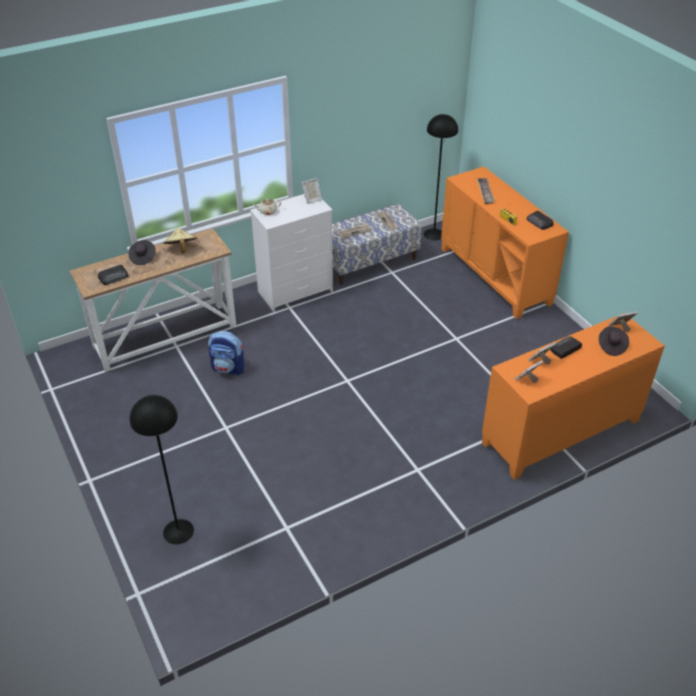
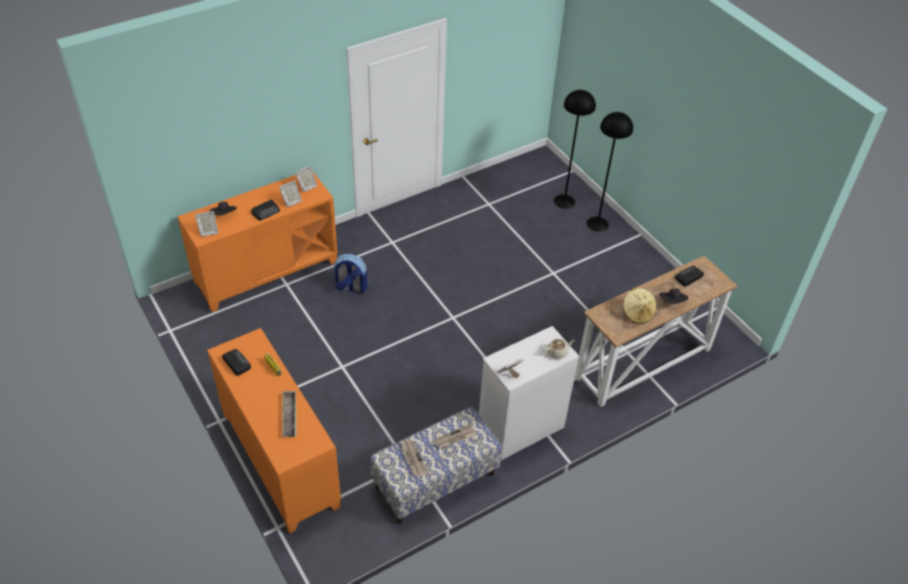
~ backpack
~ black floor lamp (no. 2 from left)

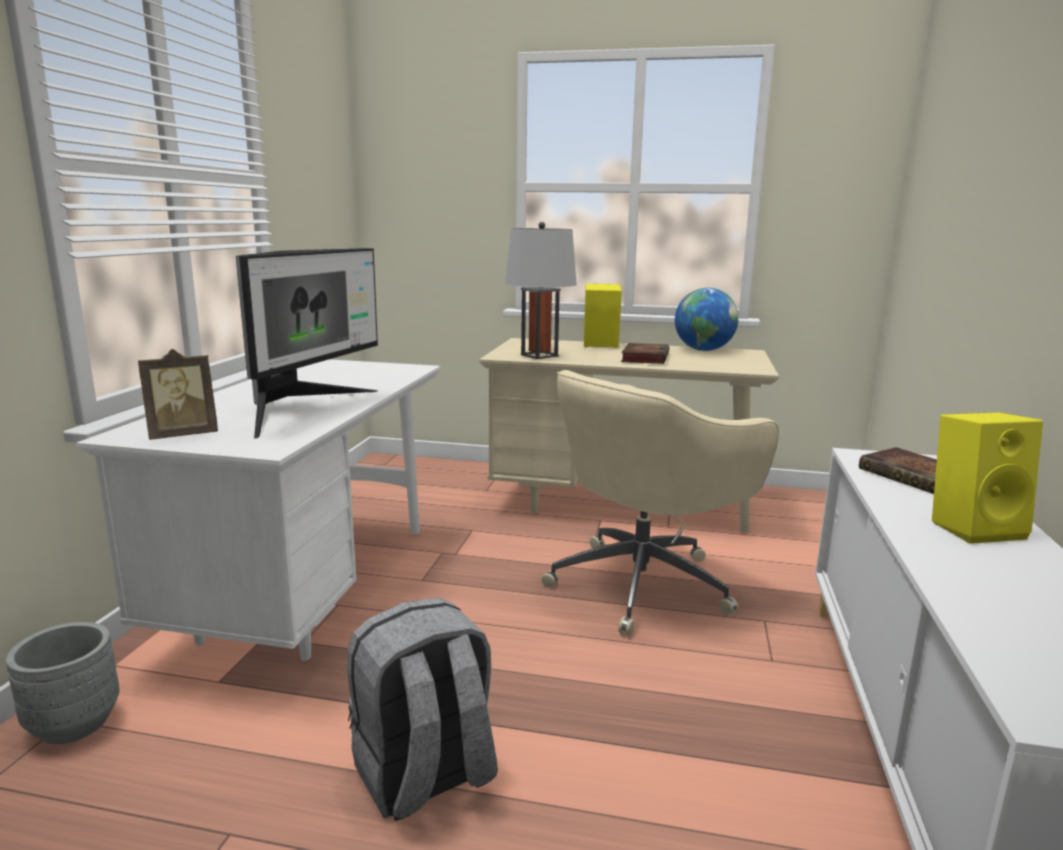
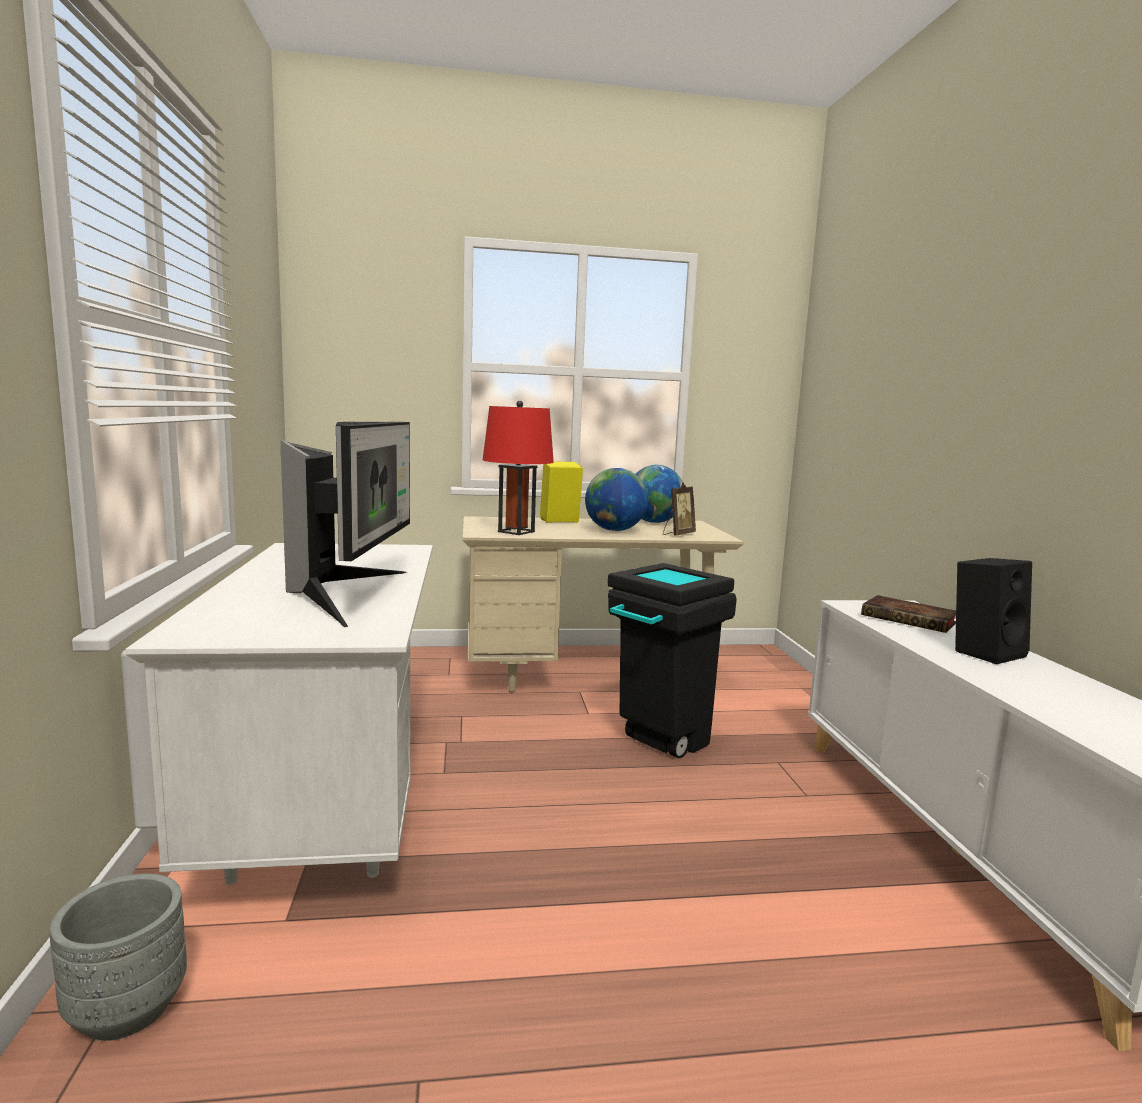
~ picture frame
- grey backpack
~ grey table lamp to red table lamp
~ beige office chair to black trash can
~ book (no. 1 from left) to globe (no. 1 from left)
~ yellow speaker (no. 2 from left) to black speaker

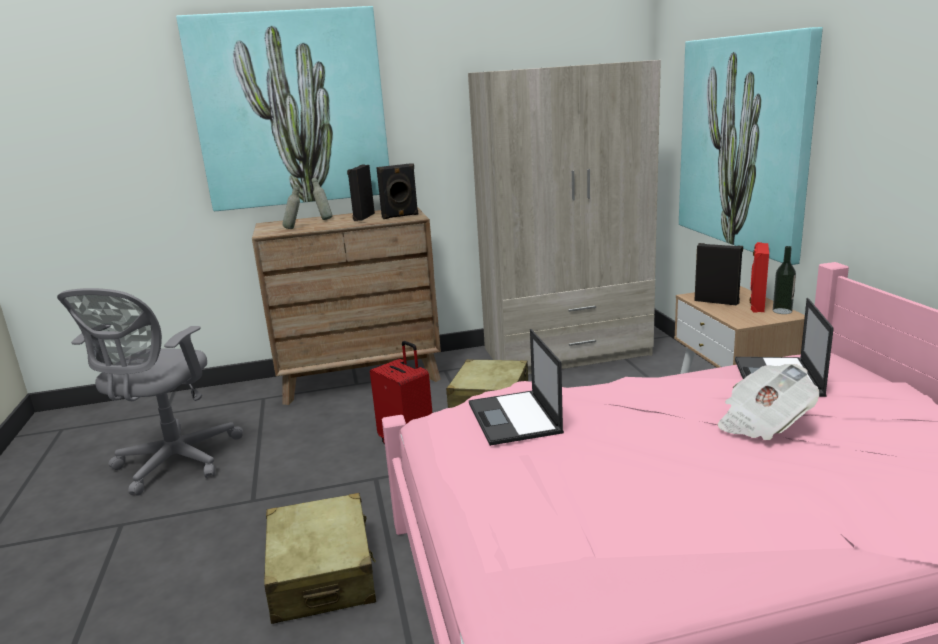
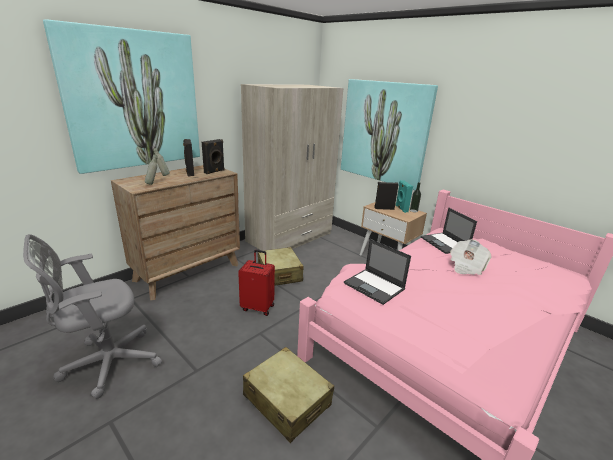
~ grey office chair 75 degrees clockwise
~ red speaker to turquoise speaker

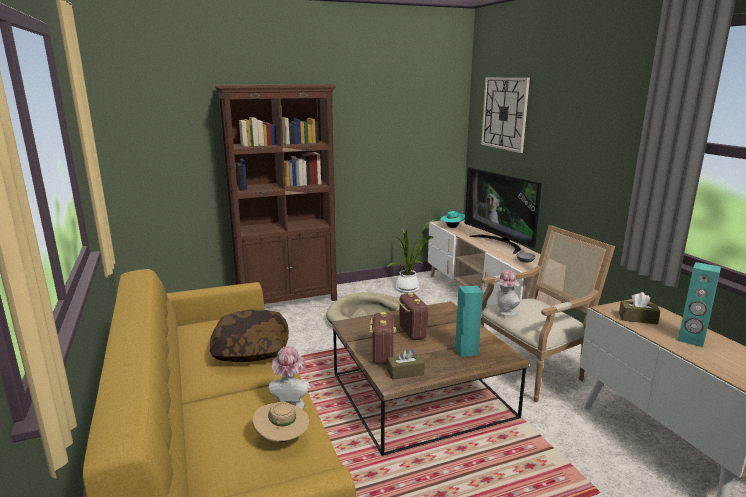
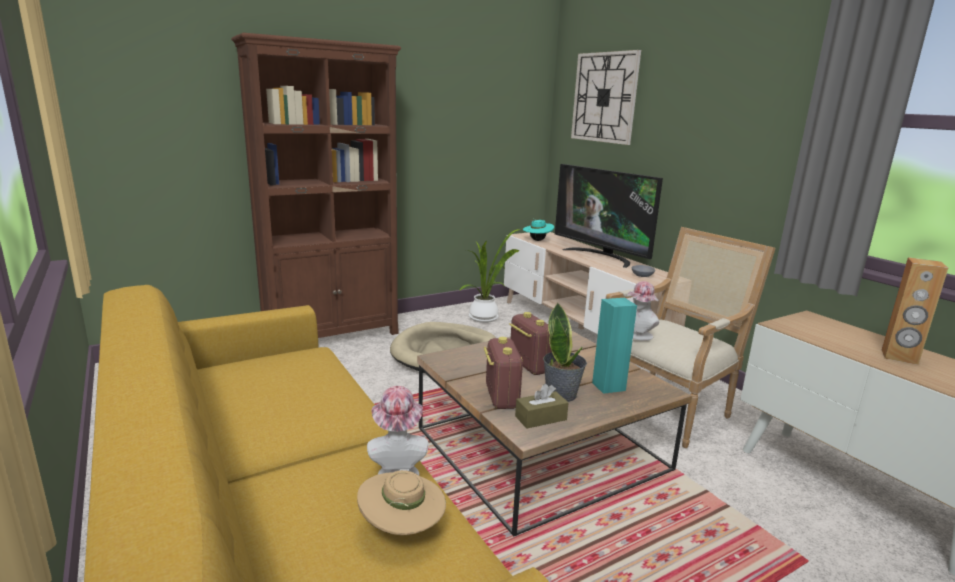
- pillow
- brown tissue box (no. 2 from left)
~ turquoise speaker (no. 2 from left) to brown speaker
+ potted plant (no. 2 from left)

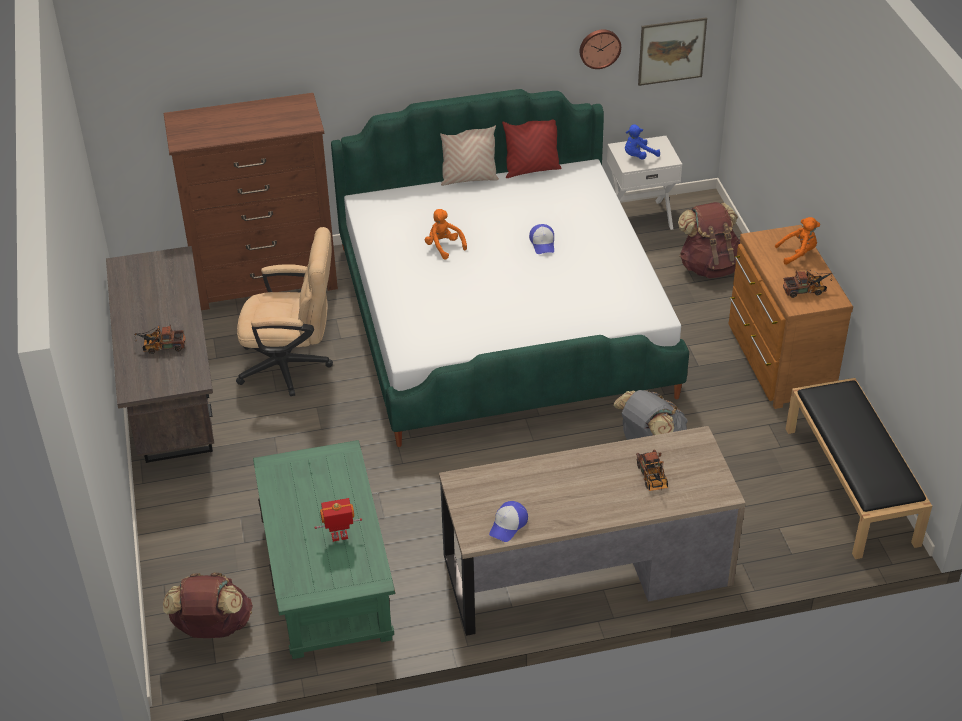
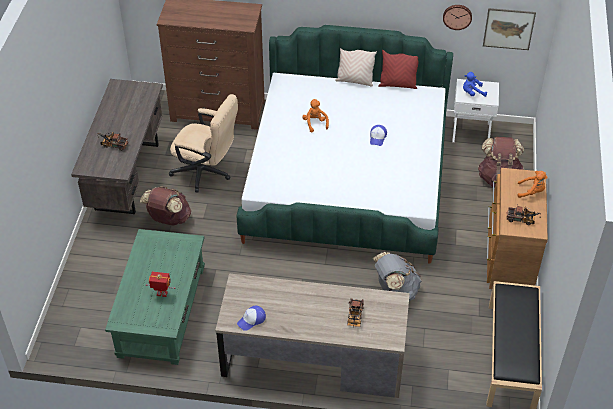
~ brown backpack (no. 1 from left)

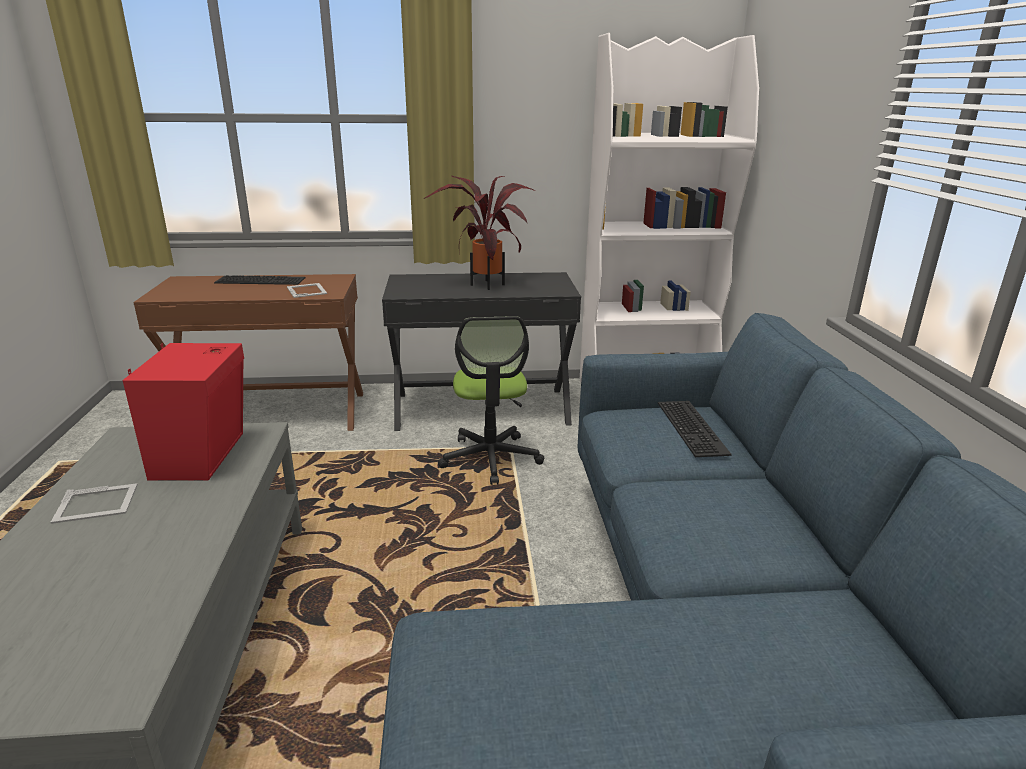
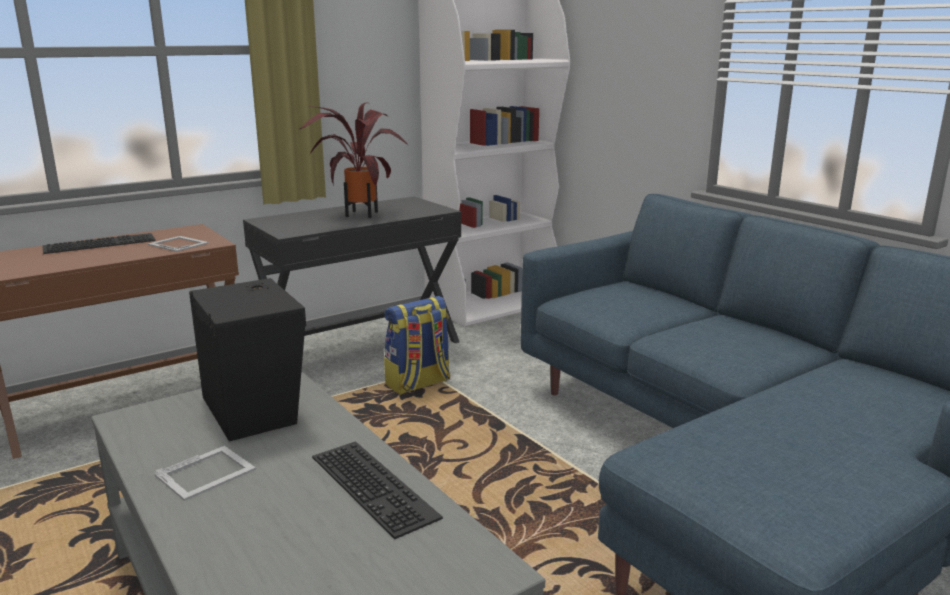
~ red speaker to black speaker
~ office chair to backpack
~ keyboard (no. 2 from left)

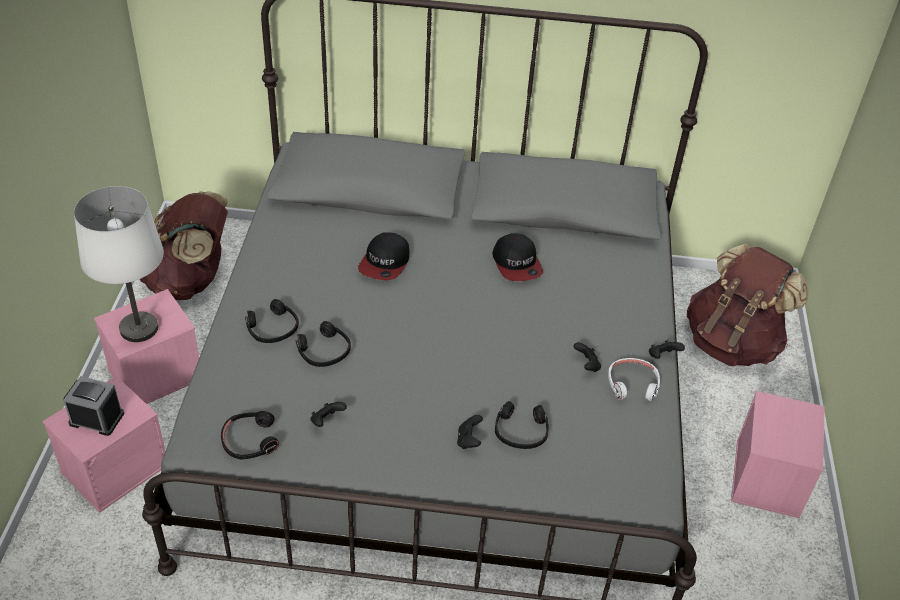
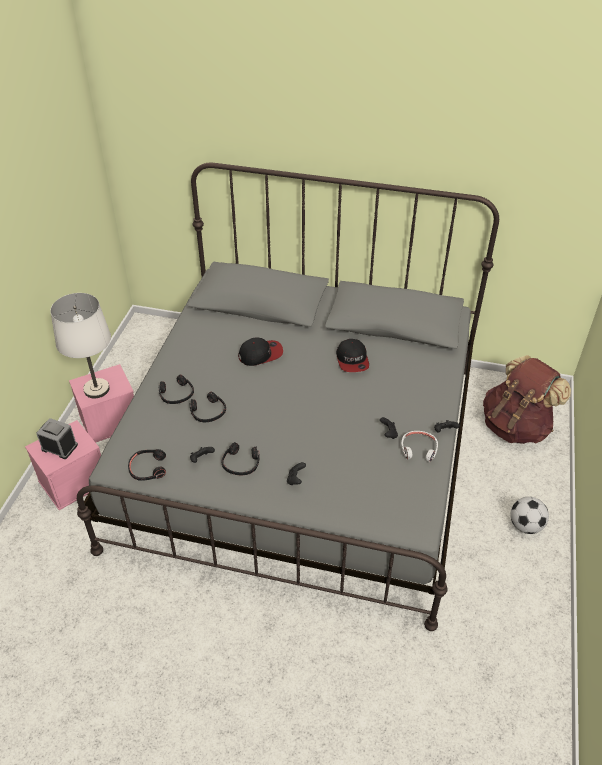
- brown backpack (no. 1 from left)
~ cap (no. 1 from left) 135 degrees counterclockwise
~ black headphones (no. 4 from left)
~ pink storage box (no. 3 from left) to football

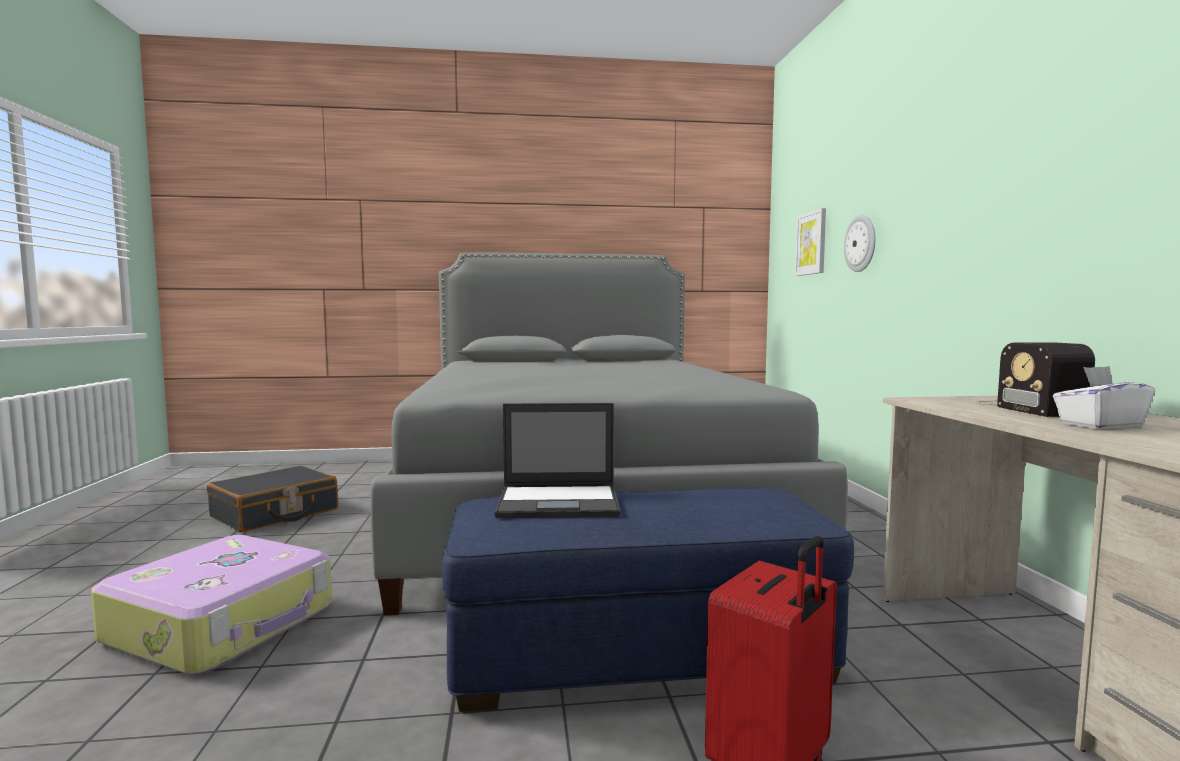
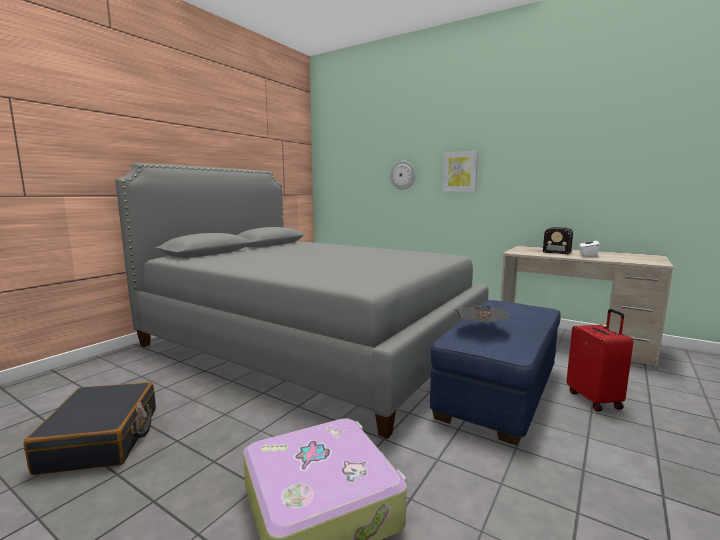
~ laptop to newspaper
~ picture

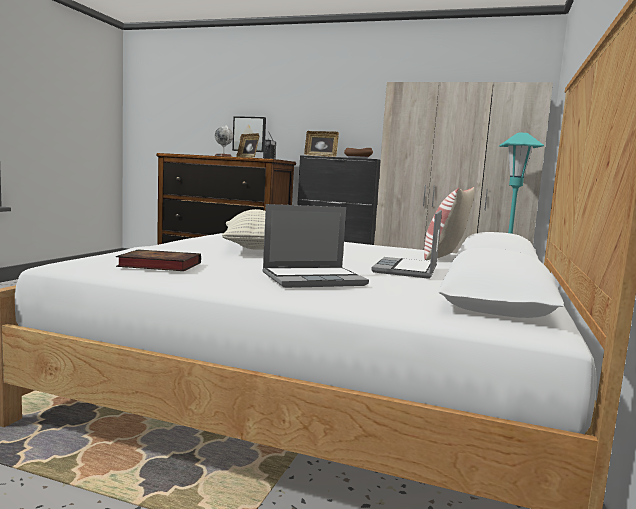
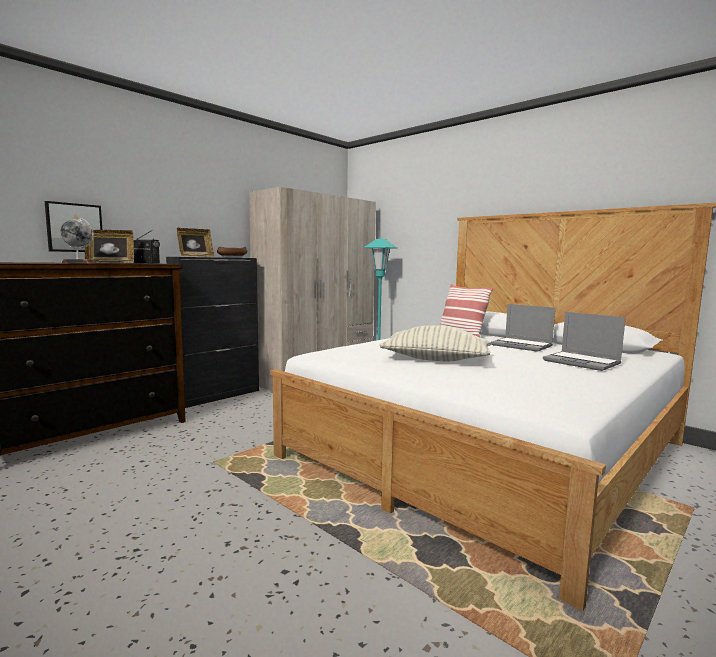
- book
~ laptop (no. 1 from left in the first image) 135 degrees clockwise

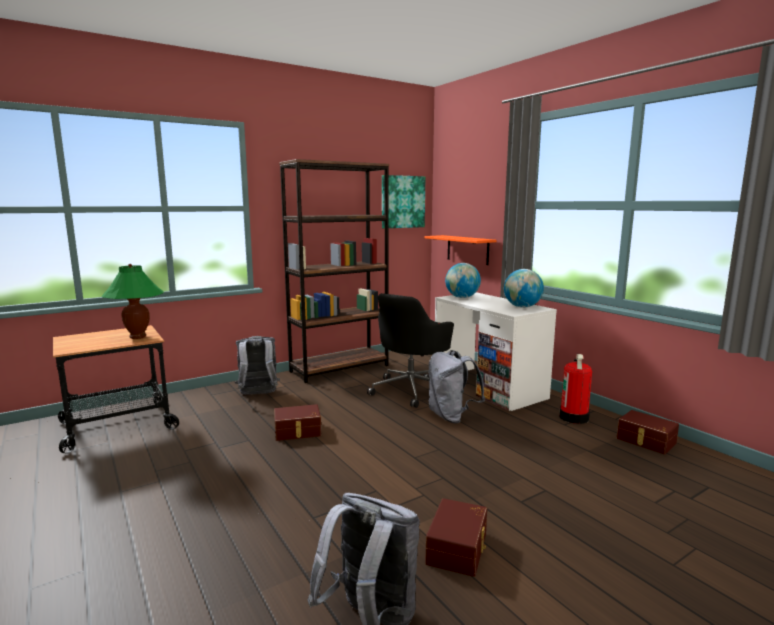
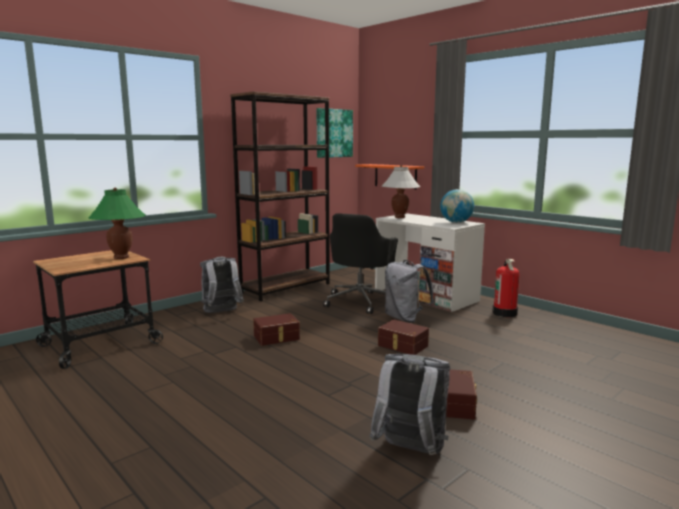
~ globe (no. 1 from left) to white table lamp
~ brown storage box (no. 3 from left in the first image) to brown storage box (no. 2 from left)

